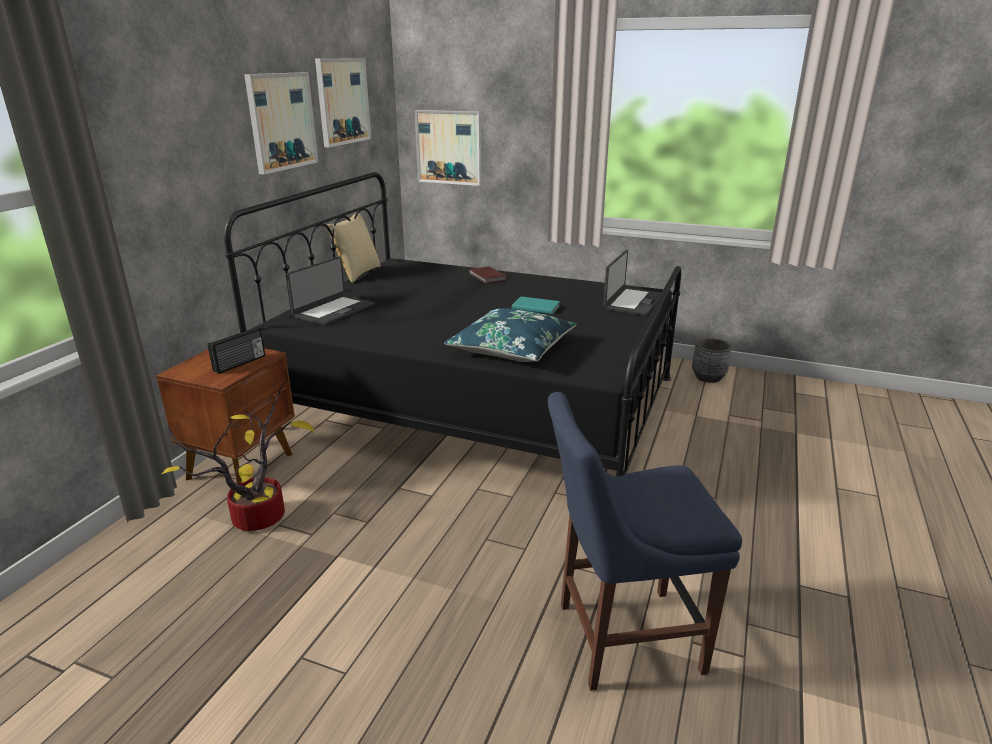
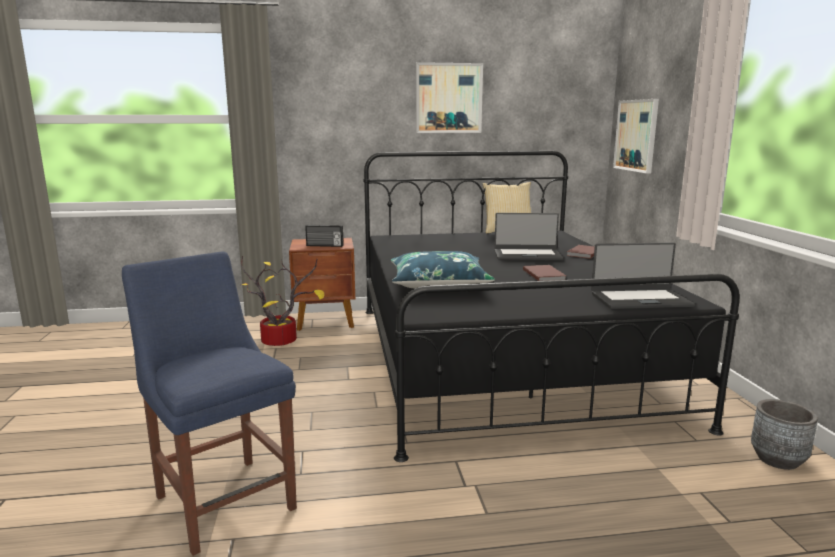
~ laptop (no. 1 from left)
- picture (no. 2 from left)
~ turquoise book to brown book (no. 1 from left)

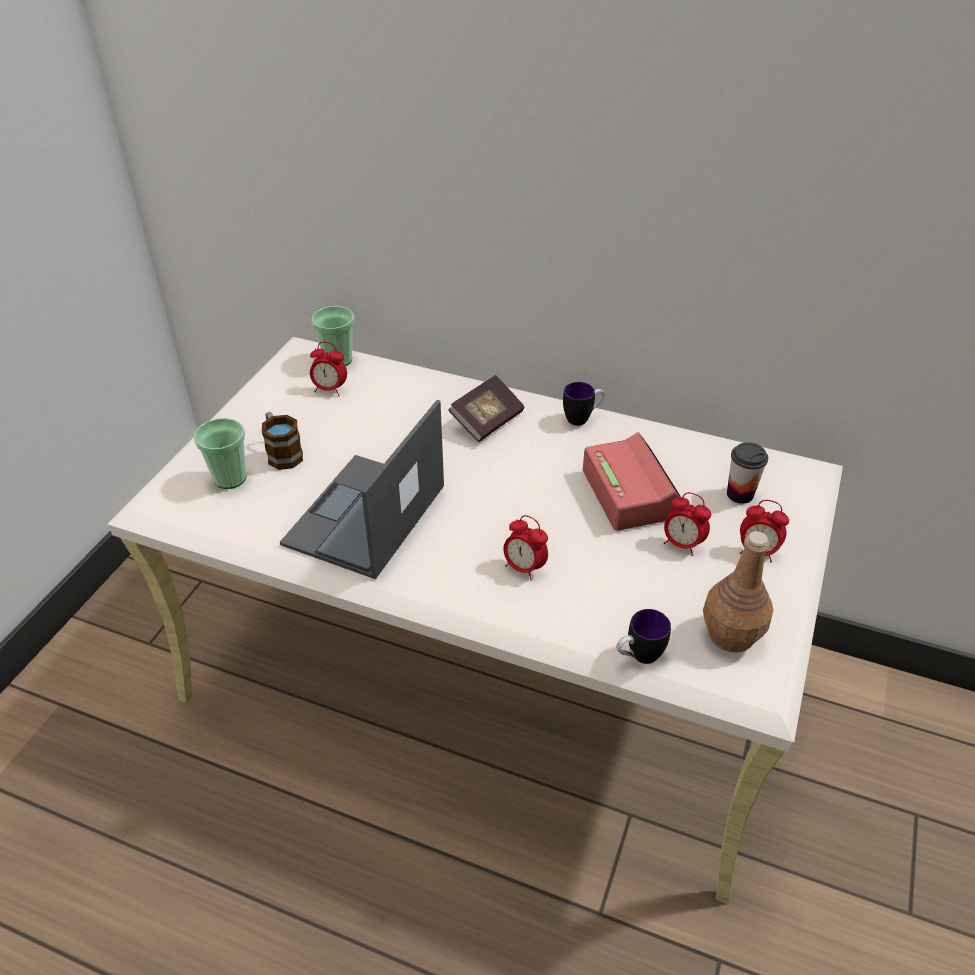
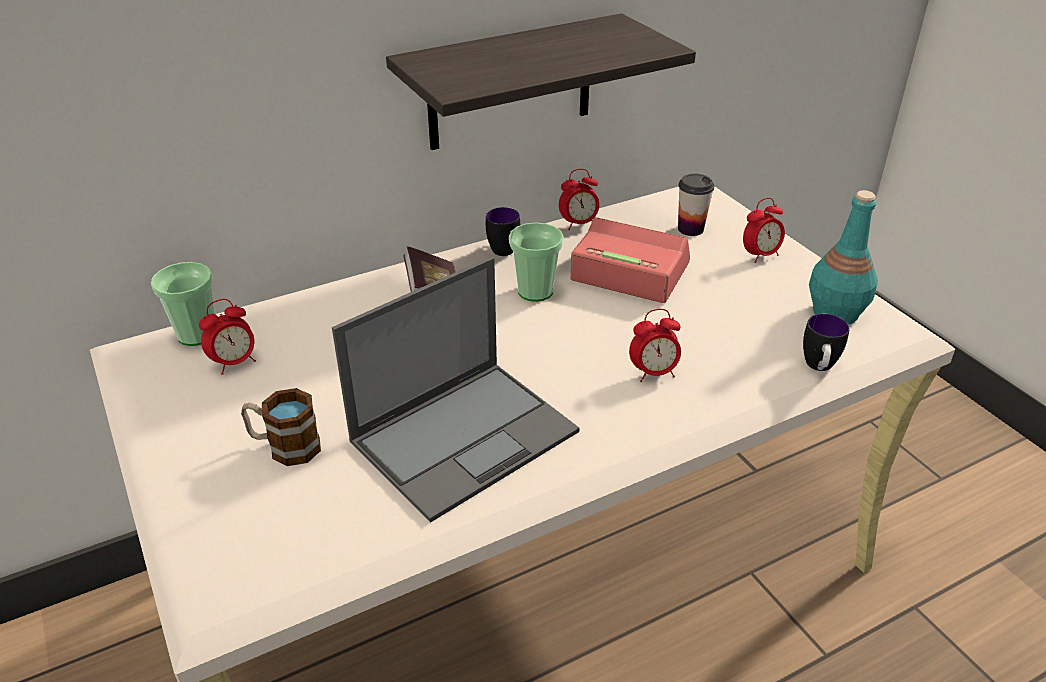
~ cup (no. 1 from left in the first image) to cup (no. 2 from left)
~ laptop 105 degrees counterclockwise
~ alarm clock (no. 4 from left in the first image) to alarm clock (no. 2 from left)
~ brown bottle to turquoise bottle
+ shelf

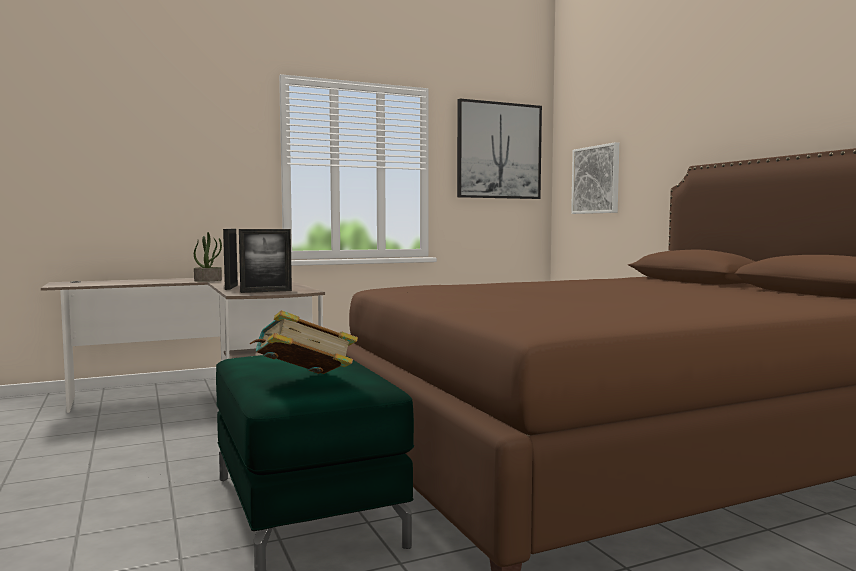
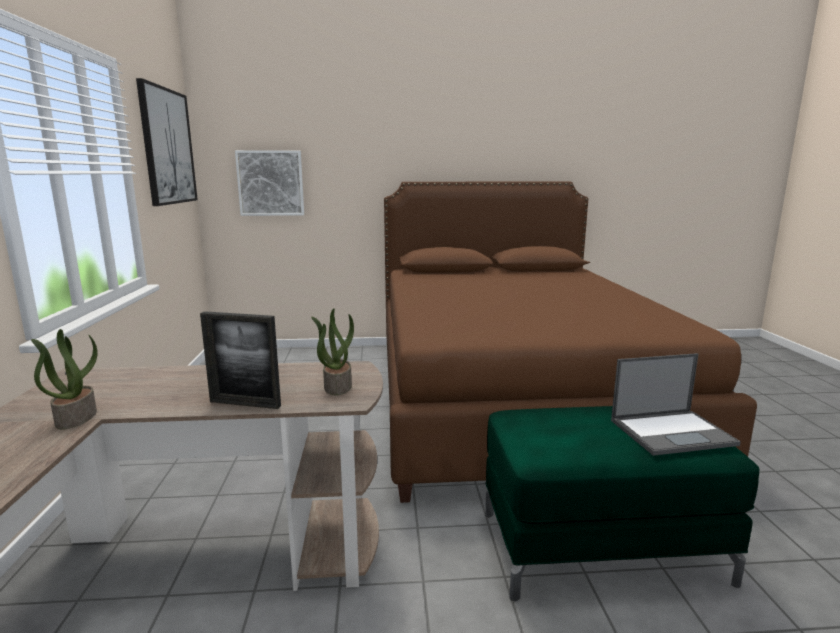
~ picture frame (no. 2 from left) to potted plant (no. 2 from left)
~ book to laptop

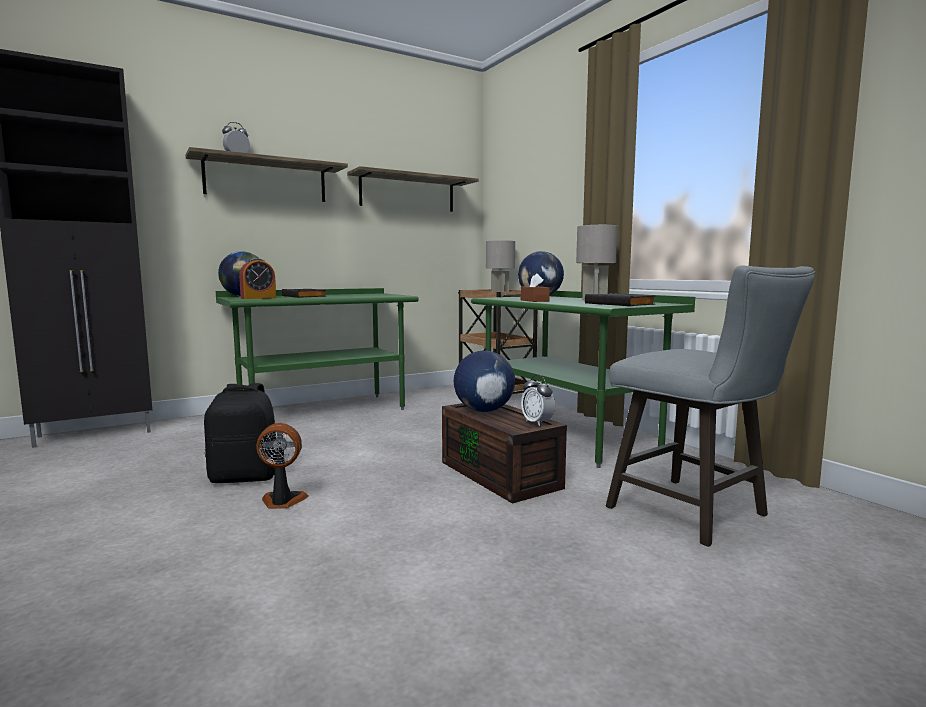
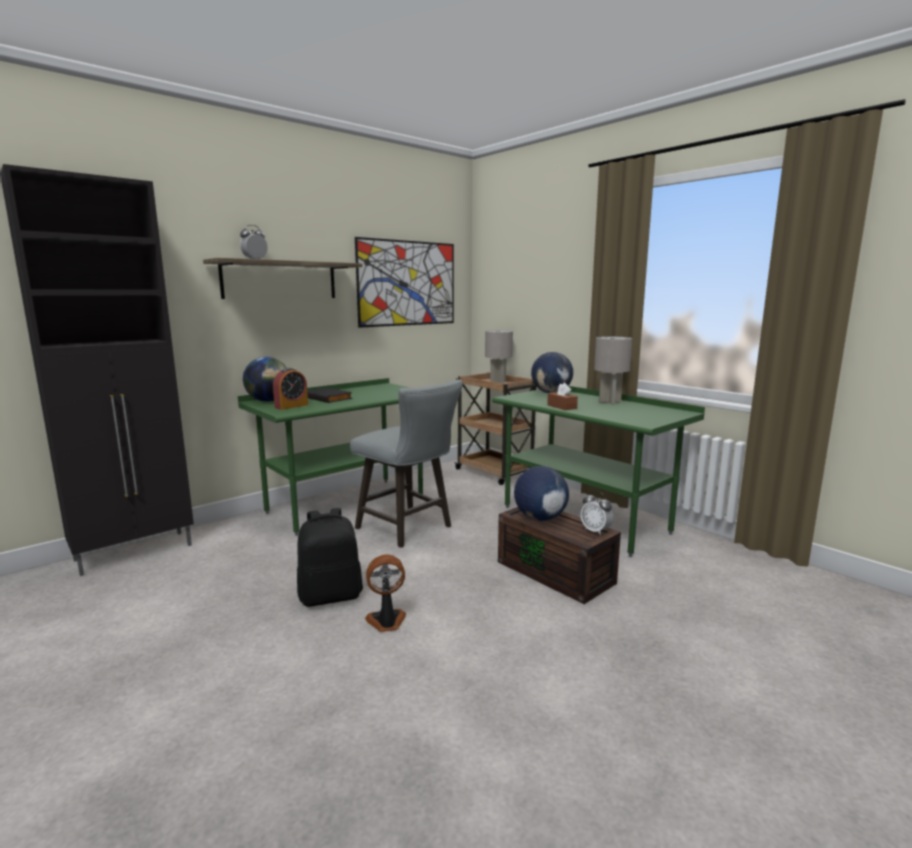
~ shelf (no. 2 from left) to picture
- black book (no. 2 from left)
~ grey stool

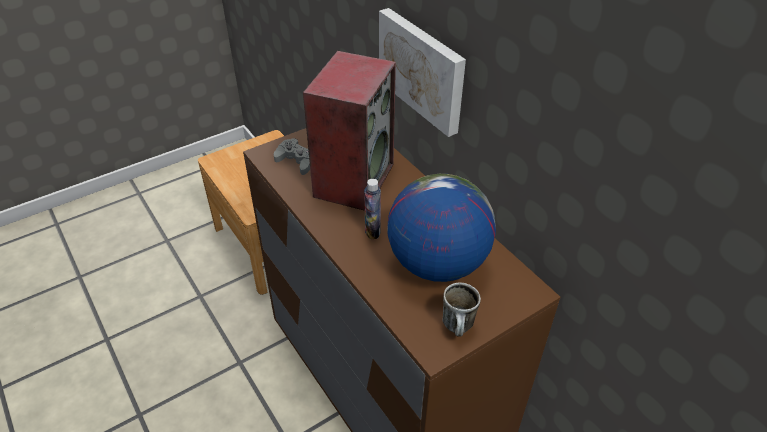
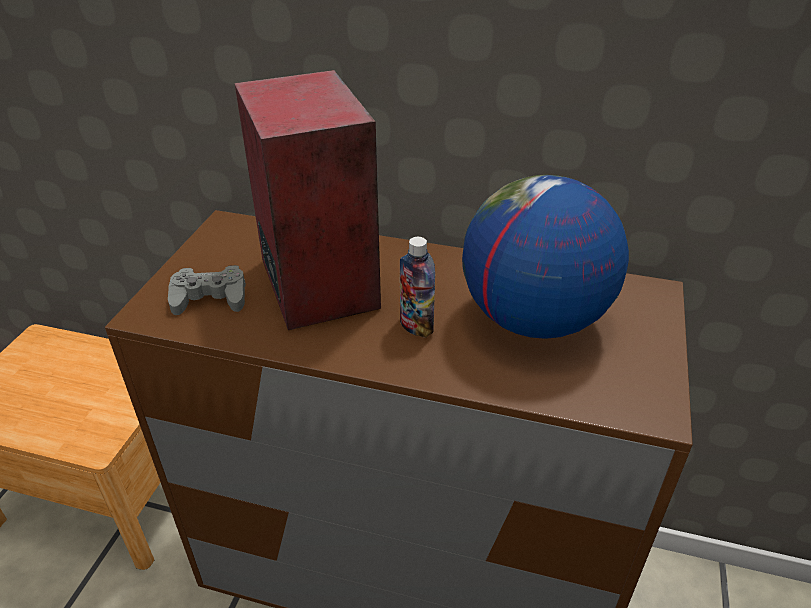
- picture
- mug

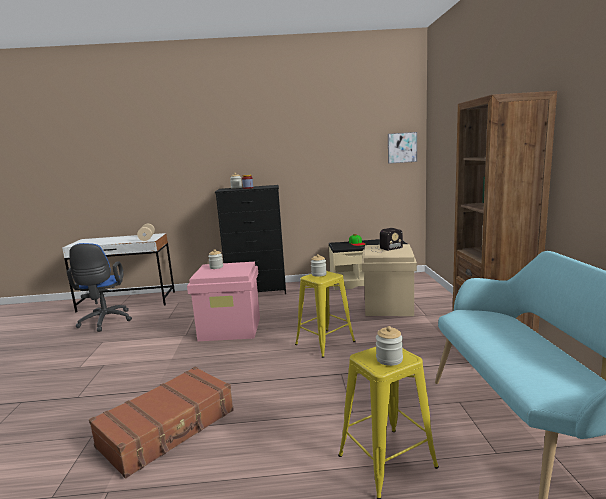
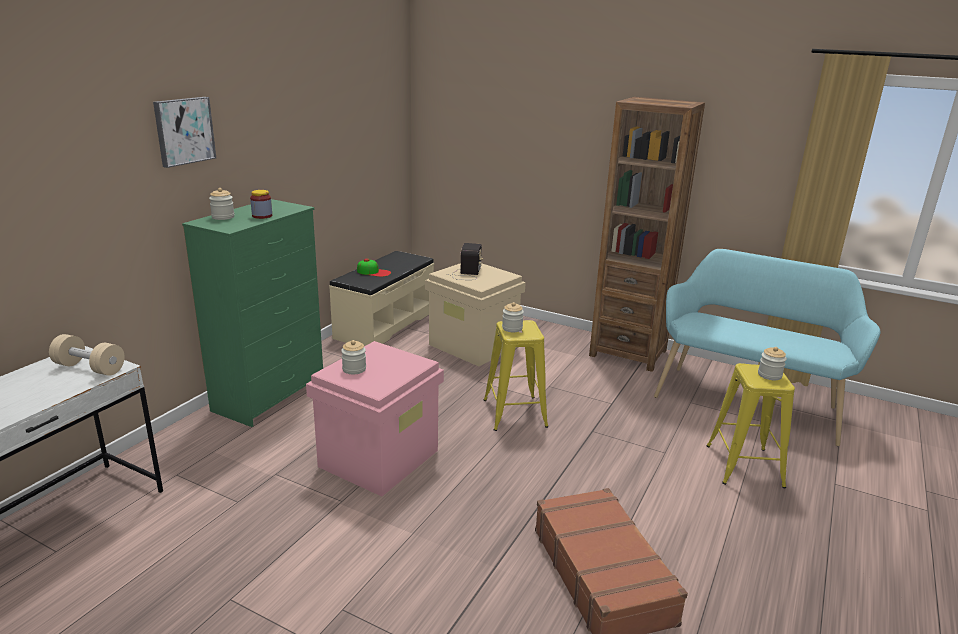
- blue office chair
~ black dresser to green dresser
~ picture

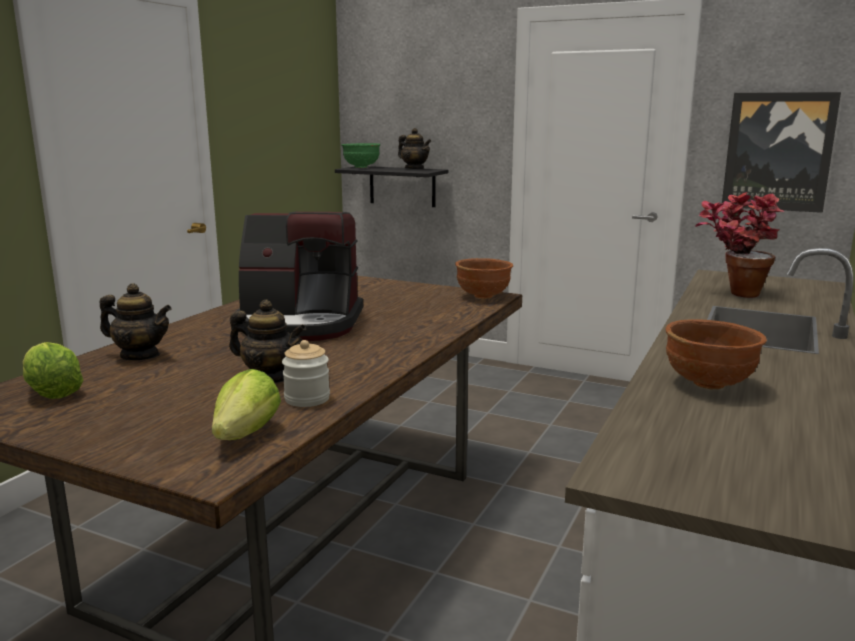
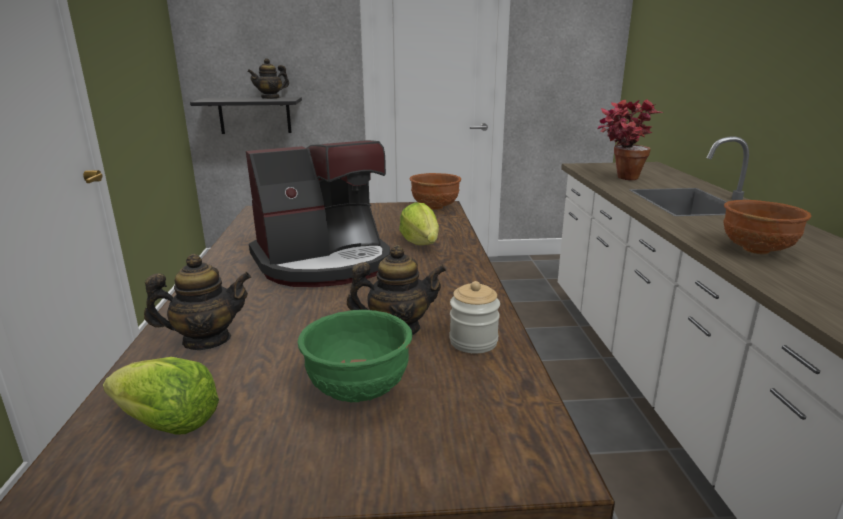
~ lettuce (no. 2 from left)
~ green bowl
~ teapot (no. 3 from left in the first image) 135 degrees clockwise
- picture

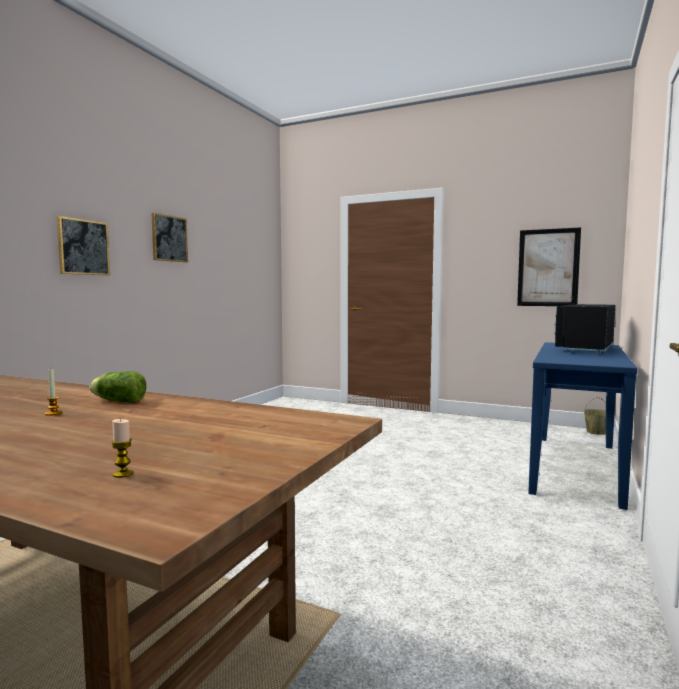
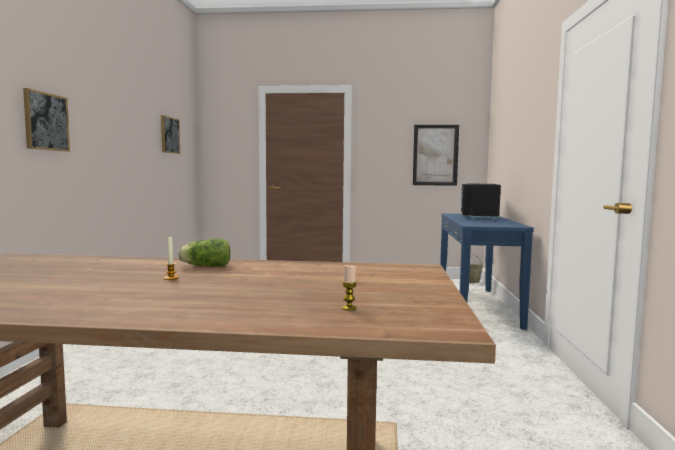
~ picture (no. 2 from left)

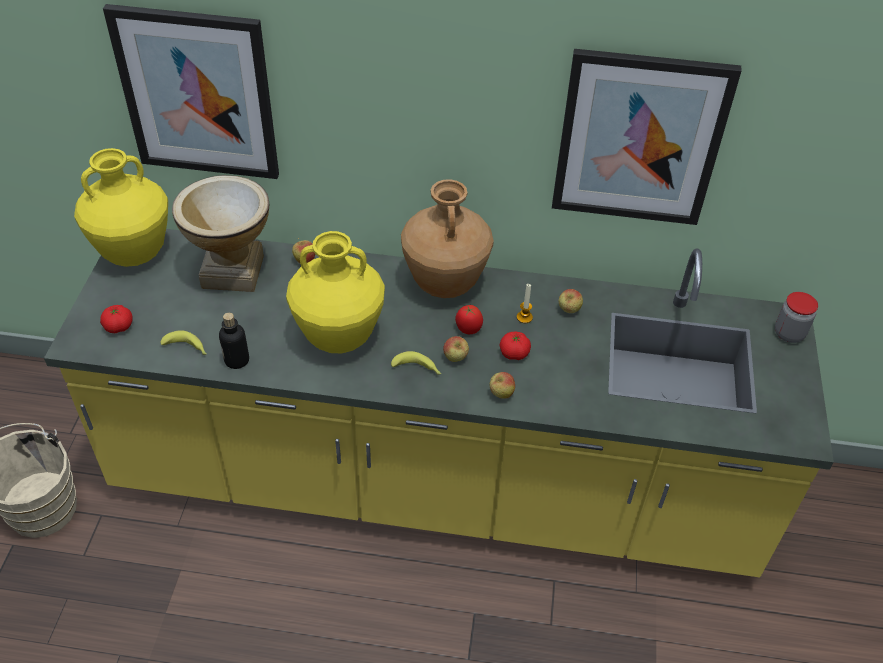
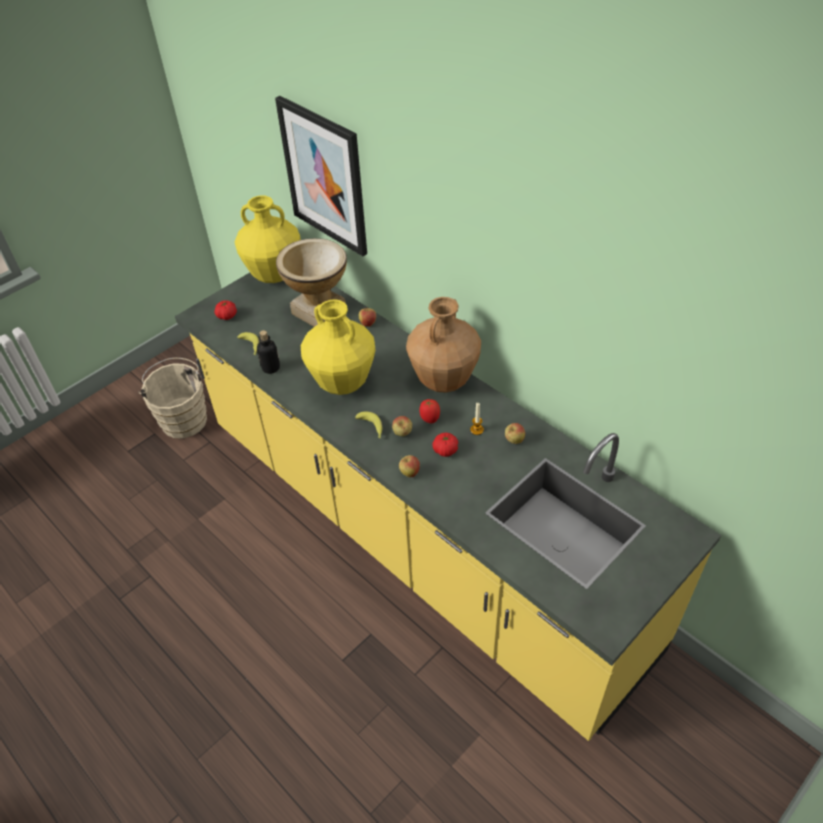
- picture (no. 2 from left)
- jar

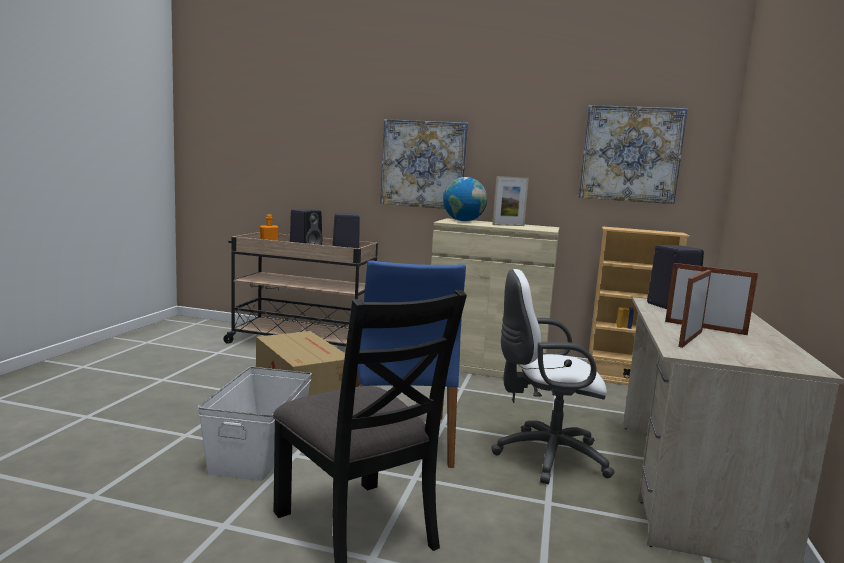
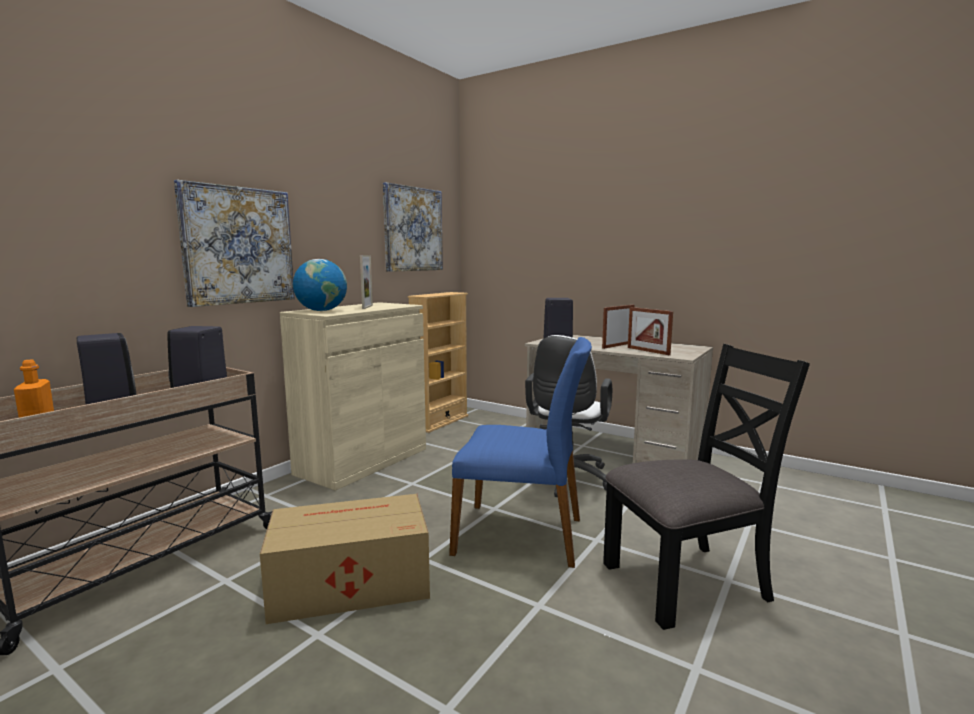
- white storage box

